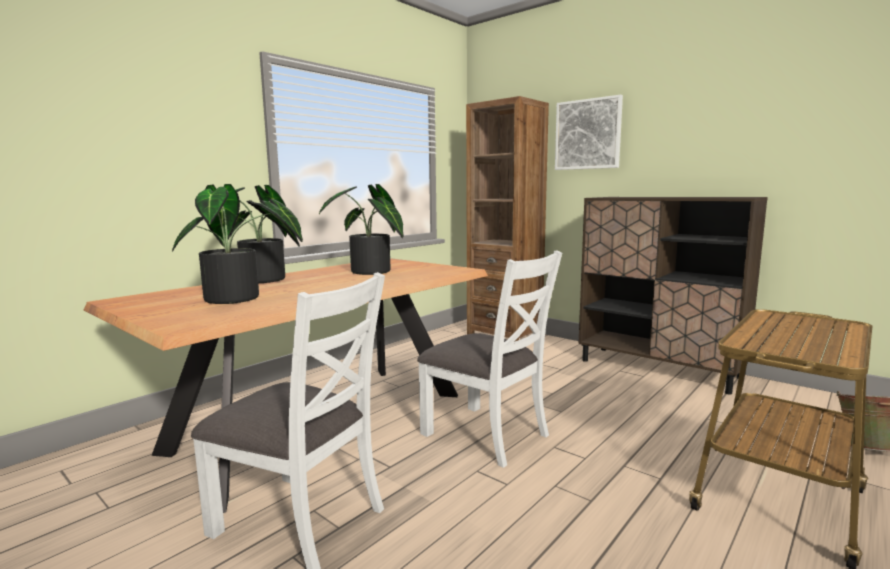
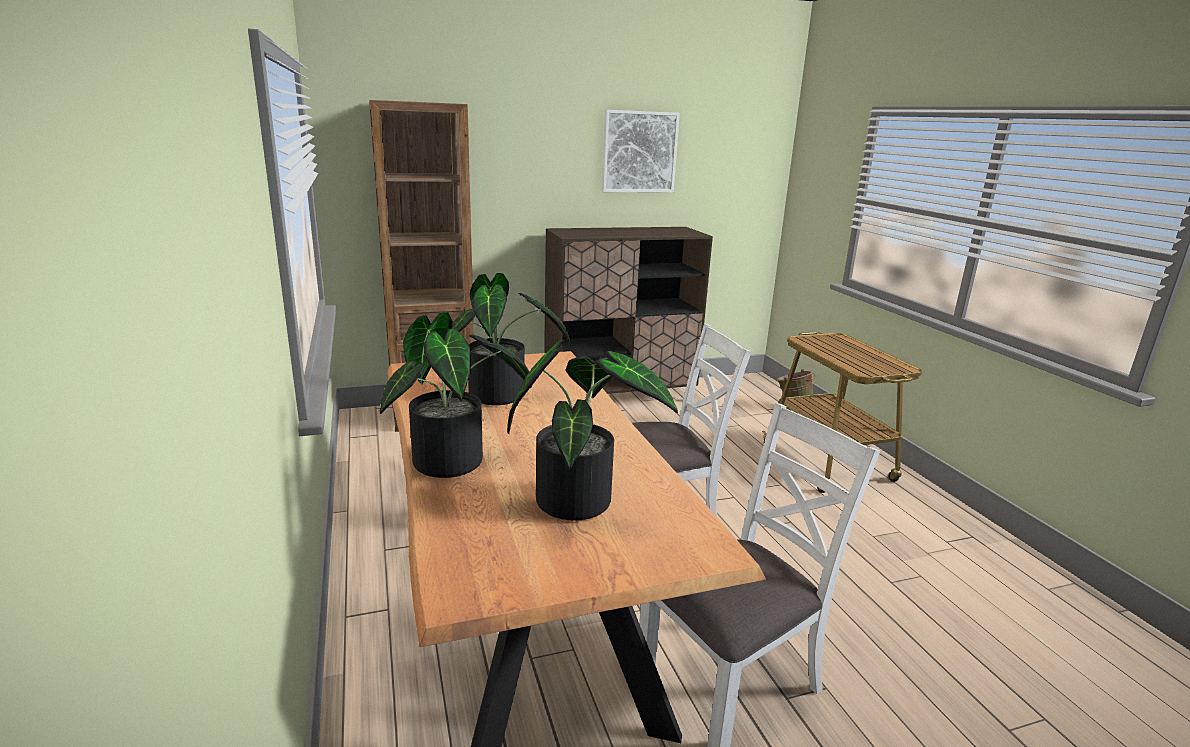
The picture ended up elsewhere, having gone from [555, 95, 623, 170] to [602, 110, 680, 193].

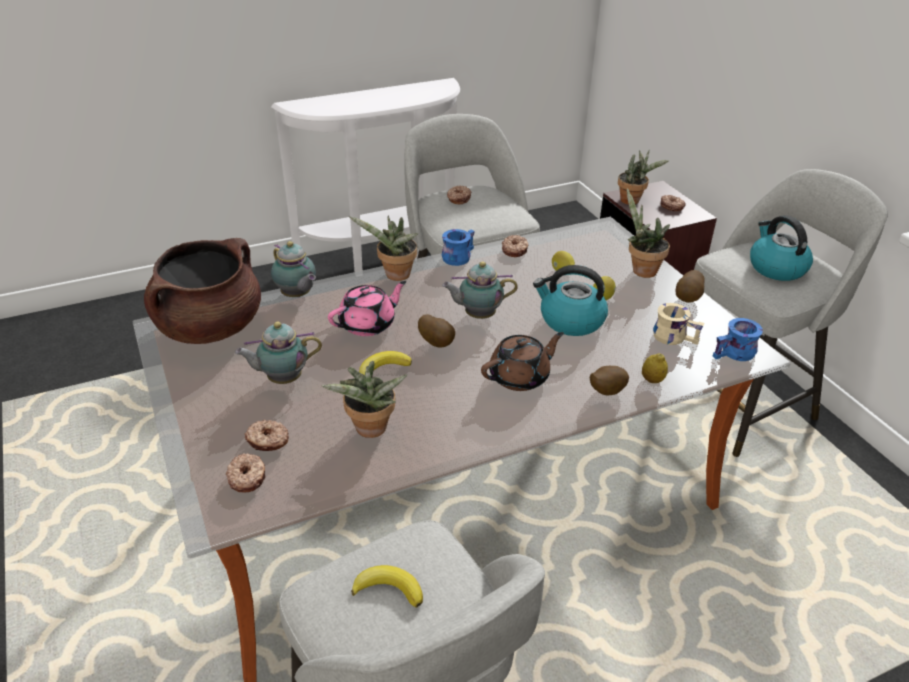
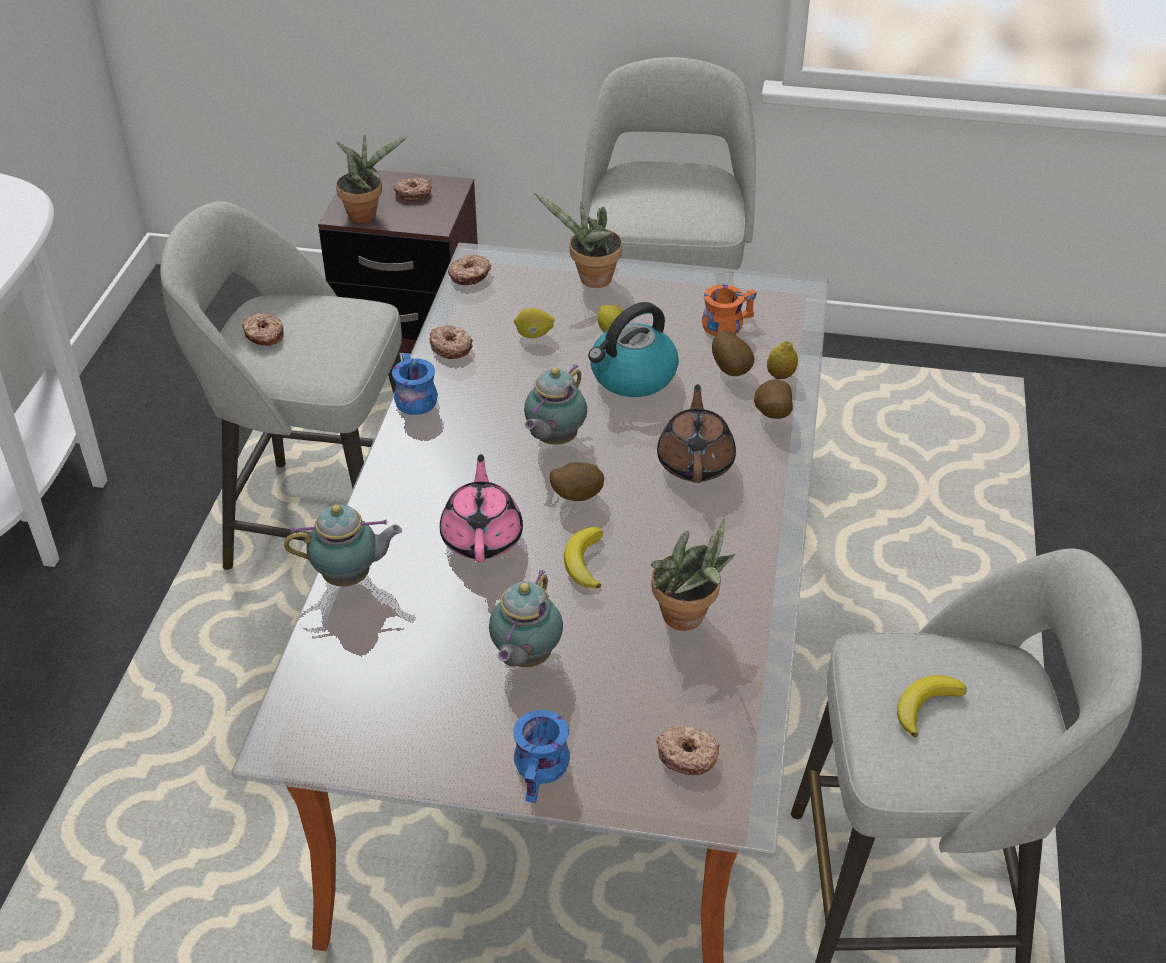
The second view lost the kettle at [750, 215, 813, 281]. The second view lost the potted plant at [349, 216, 418, 281]. The second view lost the cooking pot (brown-coloured) at [144, 238, 261, 344]. The potato ended up elsewhere, having gone from [676, 270, 705, 303] to [712, 330, 754, 376]. What was the mug (beige) at [653, 303, 704, 345] turned into the mug (orangey) at [702, 285, 757, 336]. The mug (bluish) ended up elsewhere, having gone from [713, 318, 763, 361] to [513, 710, 570, 803]. The ring doughnut ended up elsewhere, having gone from [244, 420, 289, 451] to [448, 255, 491, 285].

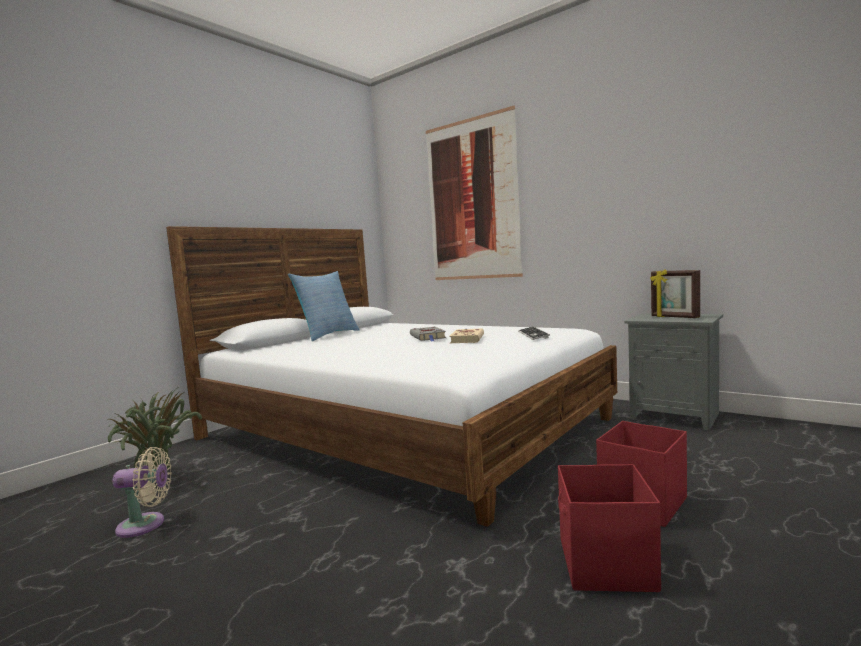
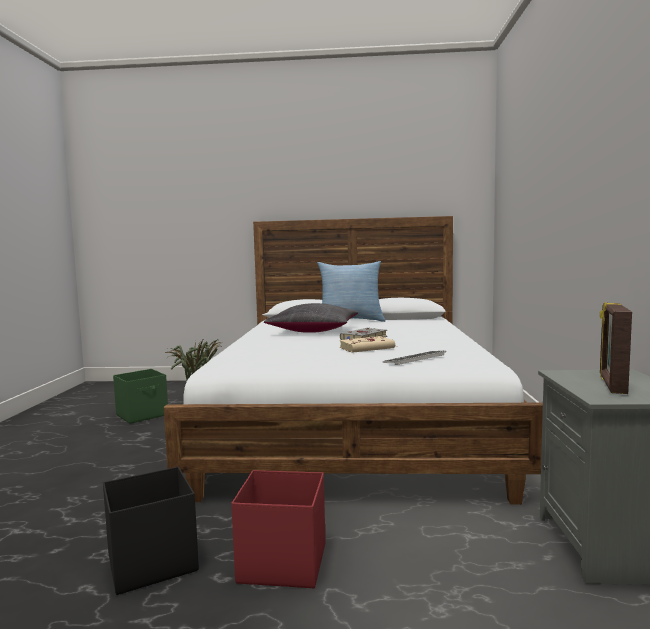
The second view lost the picture at [426, 106, 523, 280]. Where the cooling fan (beige) stood at [113, 447, 172, 538], the storage container (green-coloured) came to stand at [113, 369, 168, 424]. What was the storage container (reddish) at [558, 464, 661, 592] turned into the storage container (black-coloured) at [103, 467, 199, 595]. The second view gained the pillow (black-coloured) at [264, 303, 358, 333].

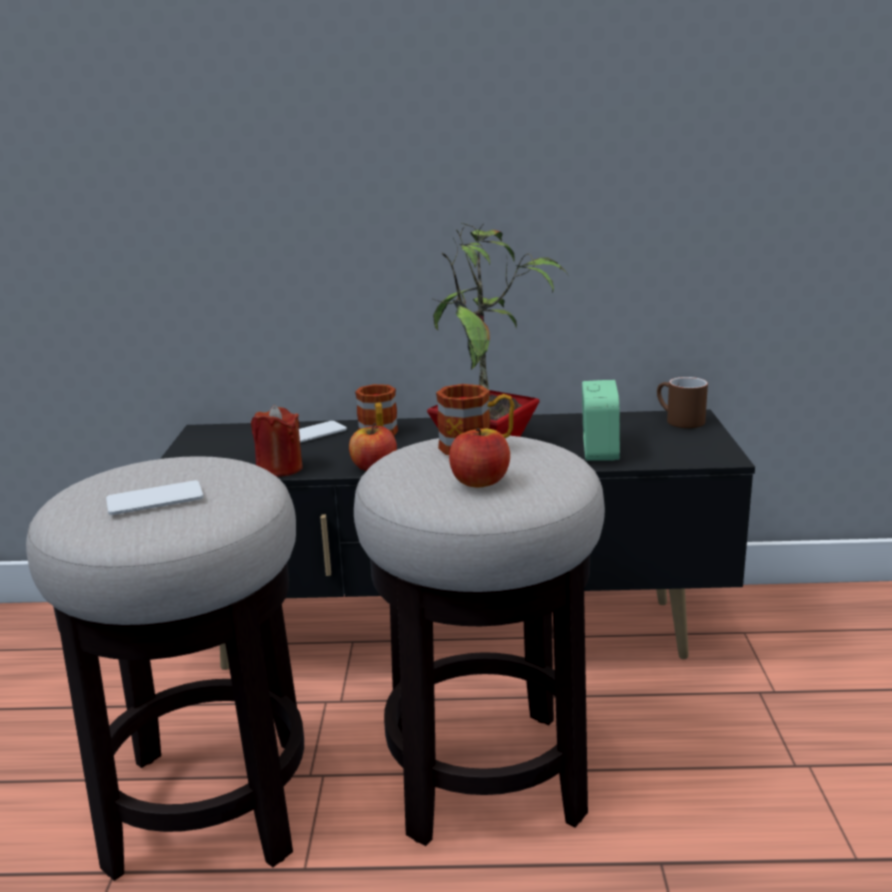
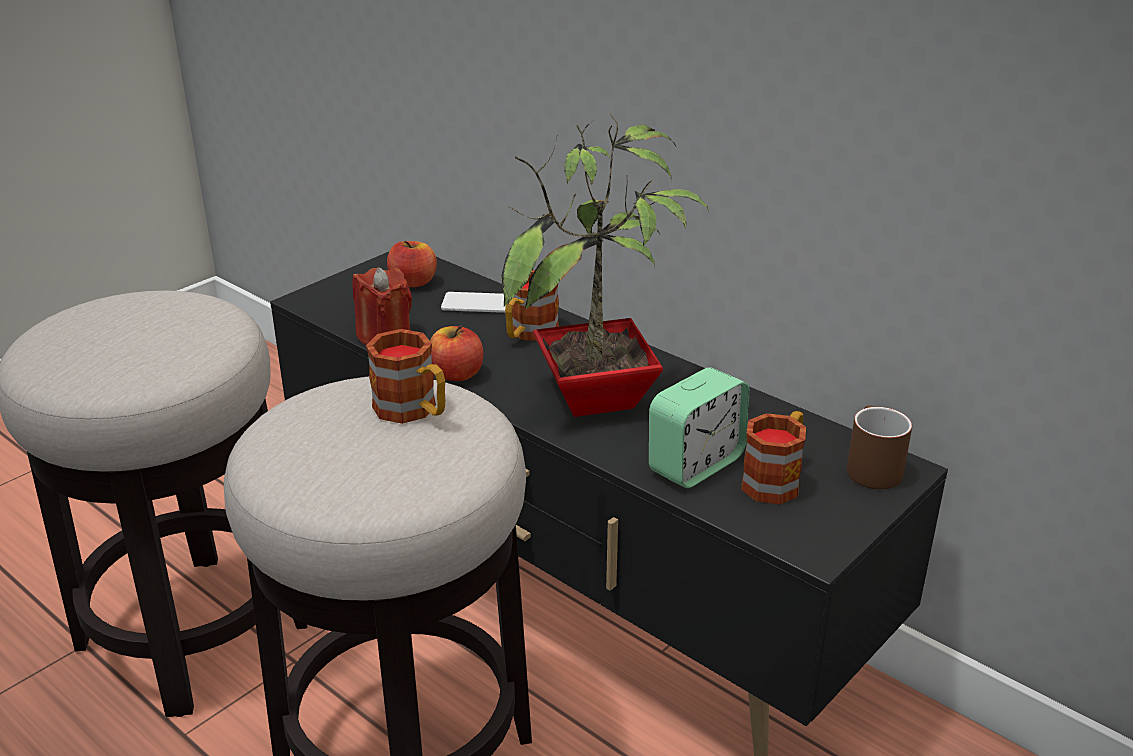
The apple ended up elsewhere, having gone from [449, 428, 510, 488] to [387, 241, 437, 287]. The second view lost the telephone at [106, 480, 204, 515]. The second view gained the mug at [741, 411, 806, 504].

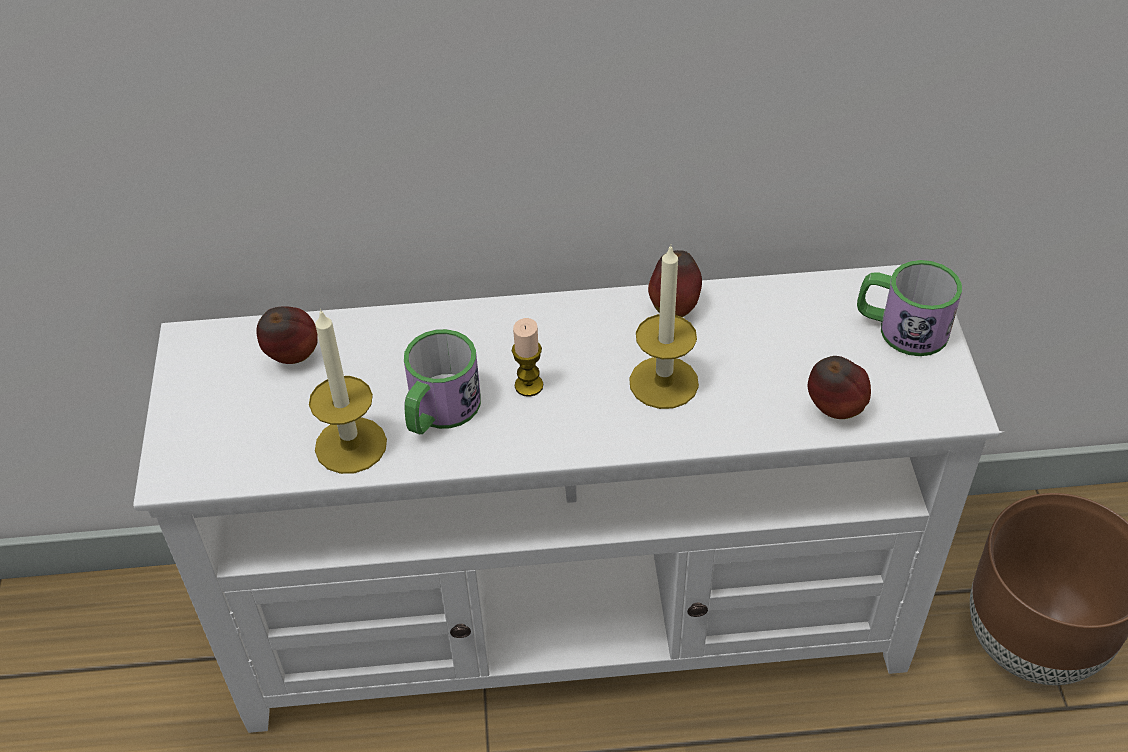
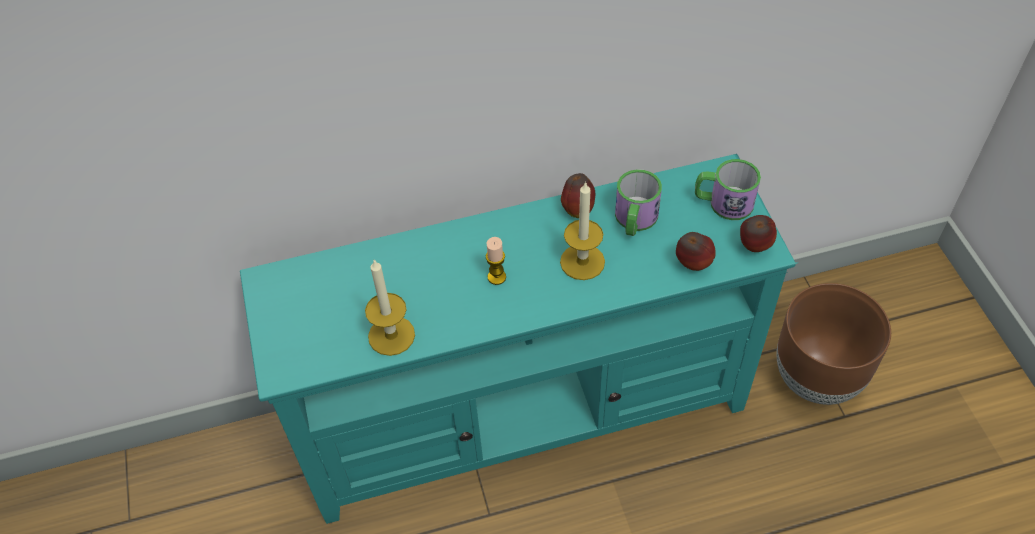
What was the media console (white) at [133, 262, 1003, 733] turned into the media console (turquoise-coloured) at [240, 154, 797, 524]. The apple ended up elsewhere, having gone from [256, 306, 318, 364] to [740, 215, 777, 252]. The mug ended up elsewhere, having gone from [404, 329, 481, 434] to [615, 169, 662, 236].

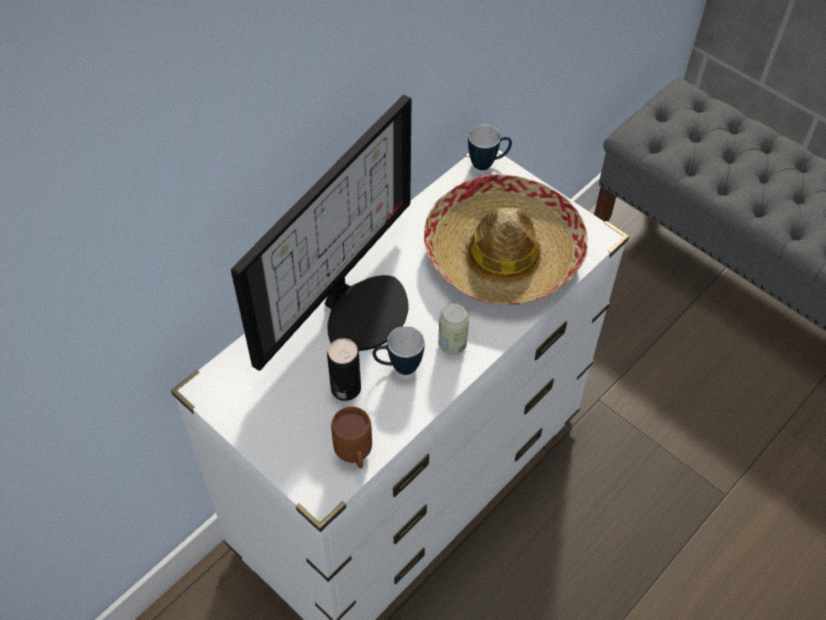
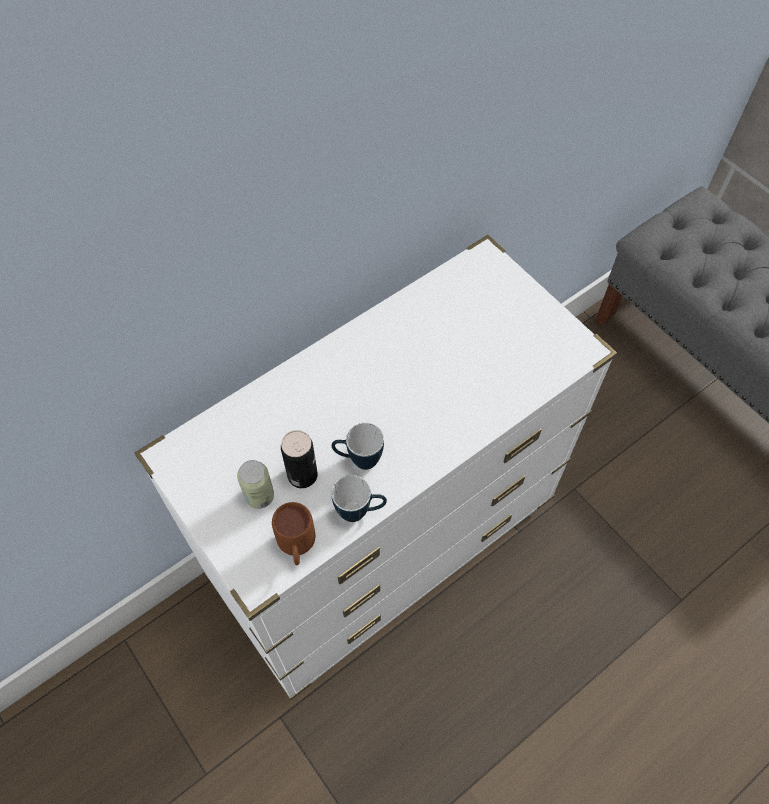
The second view lost the computer display at [231, 95, 412, 371]. The mug ended up elsewhere, having gone from [468, 125, 512, 170] to [332, 475, 387, 522]. The second view lost the clothing hat at [424, 174, 588, 305]. The metal can ended up elsewhere, having gone from [438, 303, 469, 355] to [237, 460, 274, 509].

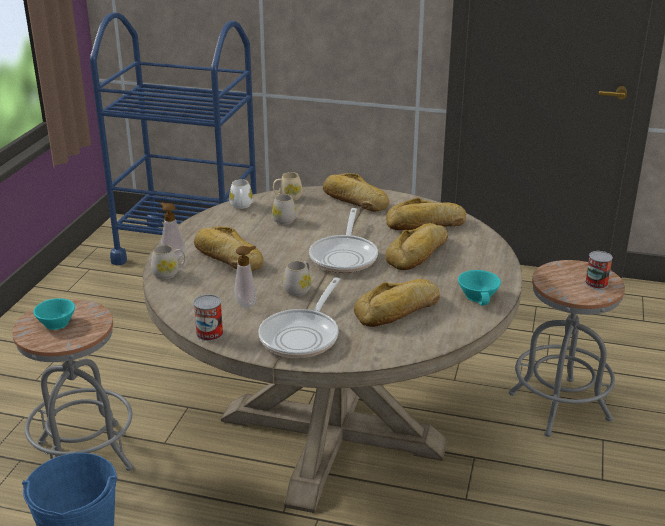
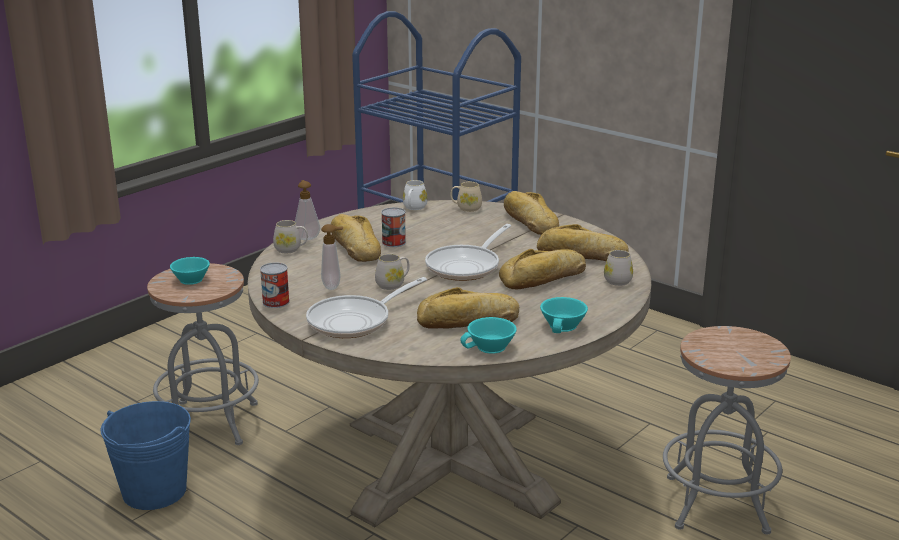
The mug (white) ended up elsewhere, having gone from [272, 194, 296, 225] to [604, 250, 633, 286]. The metal can ended up elsewhere, having gone from [585, 251, 613, 289] to [381, 207, 406, 247]. The second view gained the drinking cup (turquoise-coloured) at [460, 317, 517, 354].

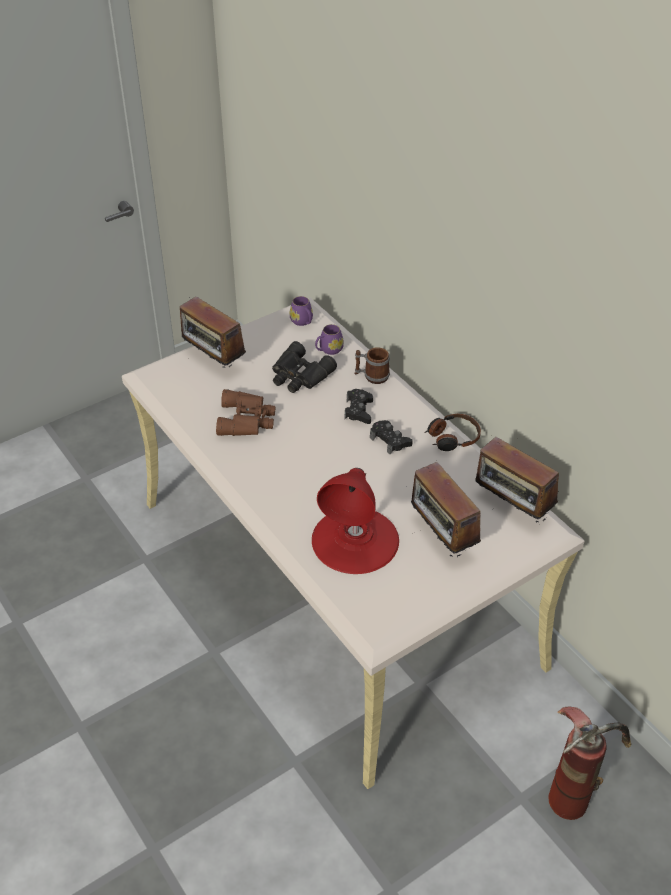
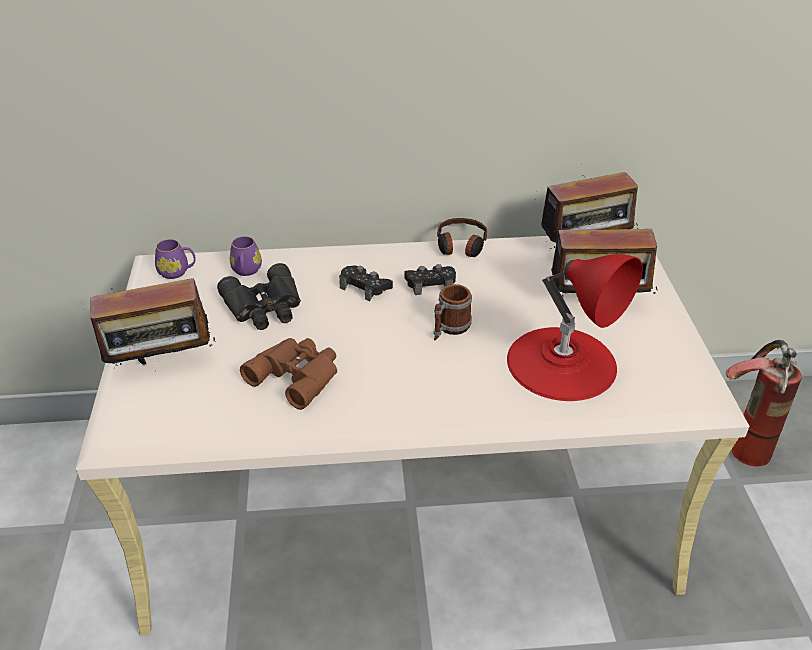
The mug ended up elsewhere, having gone from [354, 347, 390, 384] to [434, 284, 472, 341].

